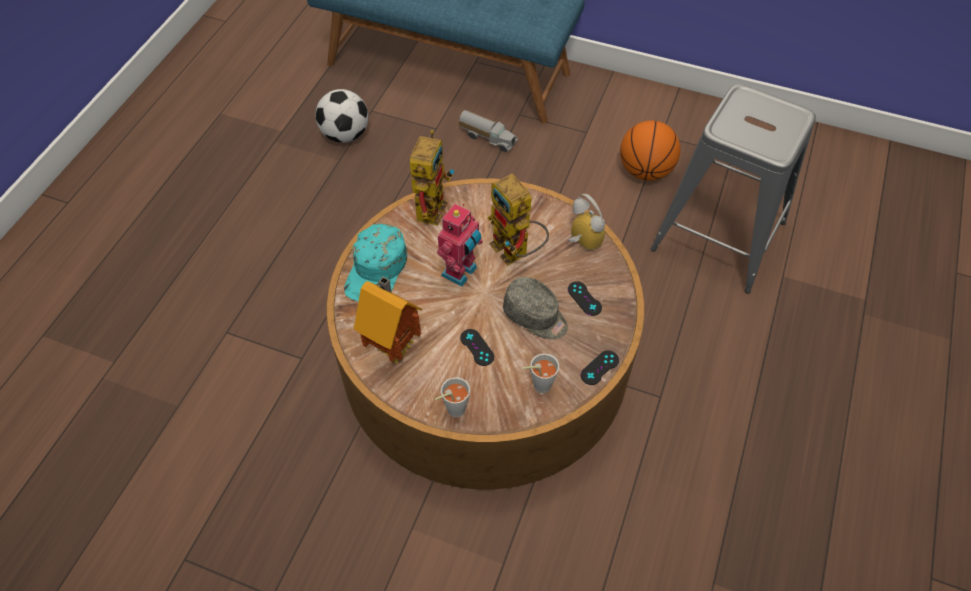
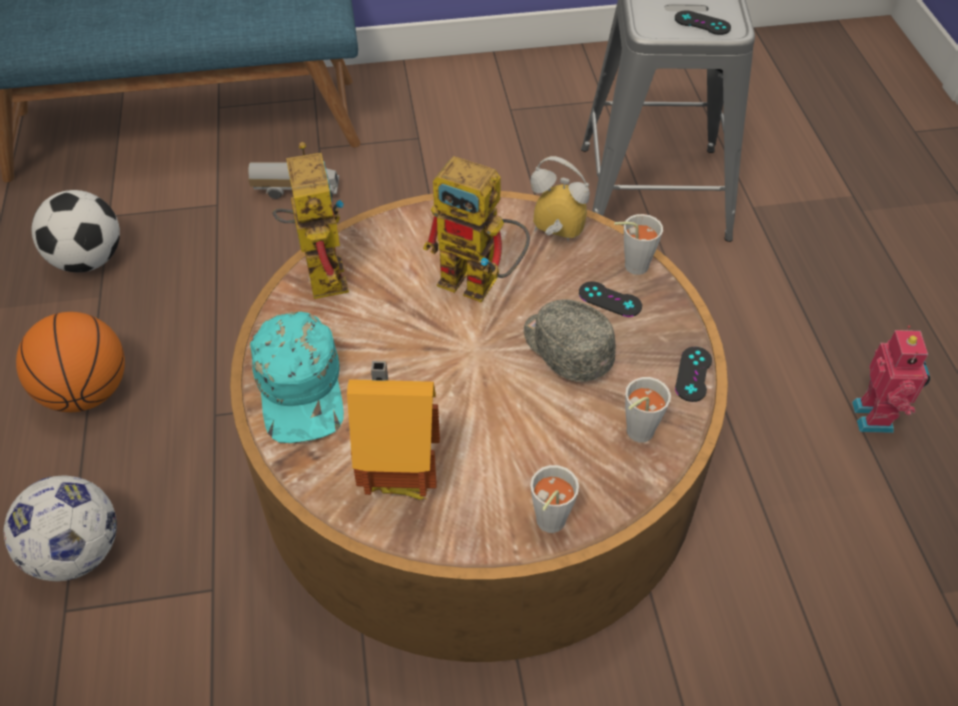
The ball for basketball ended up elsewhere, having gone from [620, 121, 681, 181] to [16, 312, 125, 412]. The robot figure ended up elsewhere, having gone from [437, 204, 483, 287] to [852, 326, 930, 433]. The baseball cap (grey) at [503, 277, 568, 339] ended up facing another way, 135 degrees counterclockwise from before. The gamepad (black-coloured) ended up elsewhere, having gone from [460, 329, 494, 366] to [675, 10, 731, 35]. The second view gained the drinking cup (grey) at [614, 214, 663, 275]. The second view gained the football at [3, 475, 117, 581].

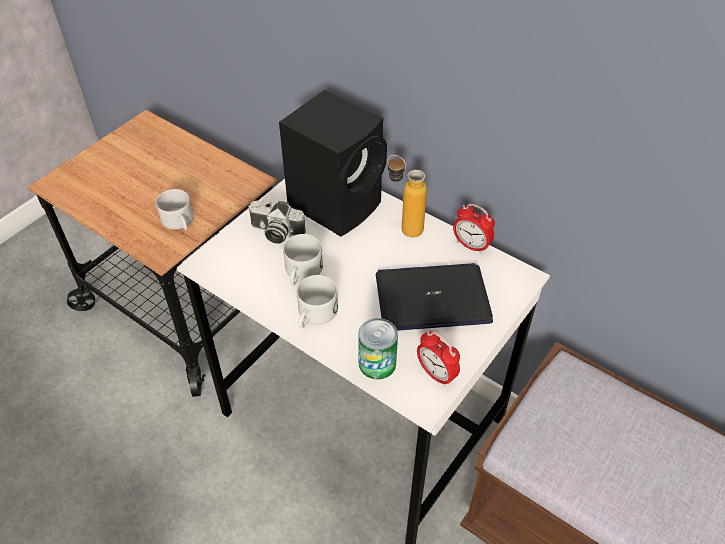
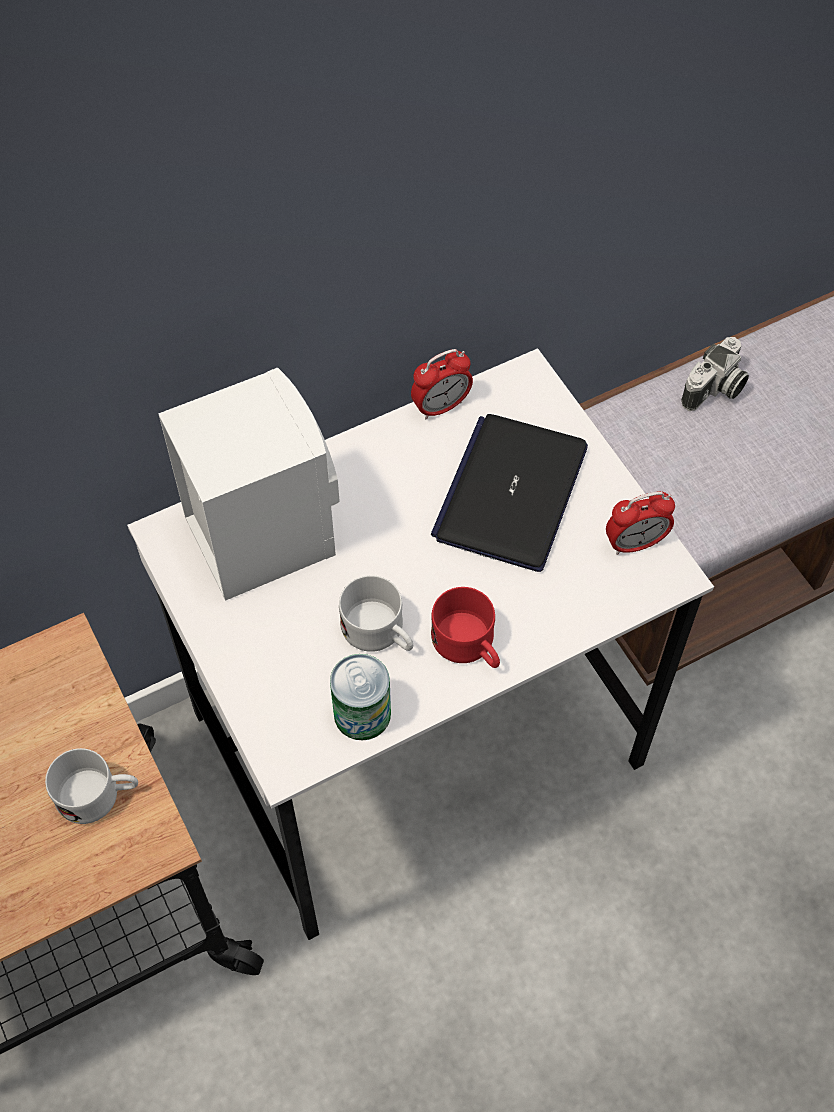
What was the audio speaker (black-coloured) at [279, 90, 387, 237] turned into the audio speaker (white) at [158, 368, 340, 601]. The second view lost the beverage bottle at [387, 155, 427, 237]. The still camera ended up elsewhere, having gone from [248, 201, 306, 244] to [681, 337, 749, 411]. What was the mug (white) at [297, 275, 338, 328] turned into the mug (reddish) at [431, 587, 500, 668]. The metal can ended up elsewhere, having gone from [358, 318, 398, 379] to [330, 654, 391, 740].

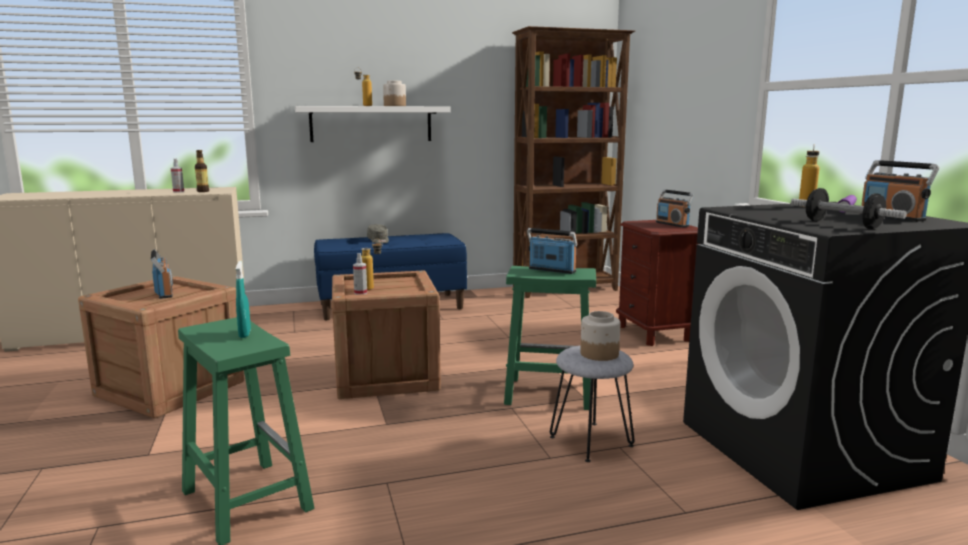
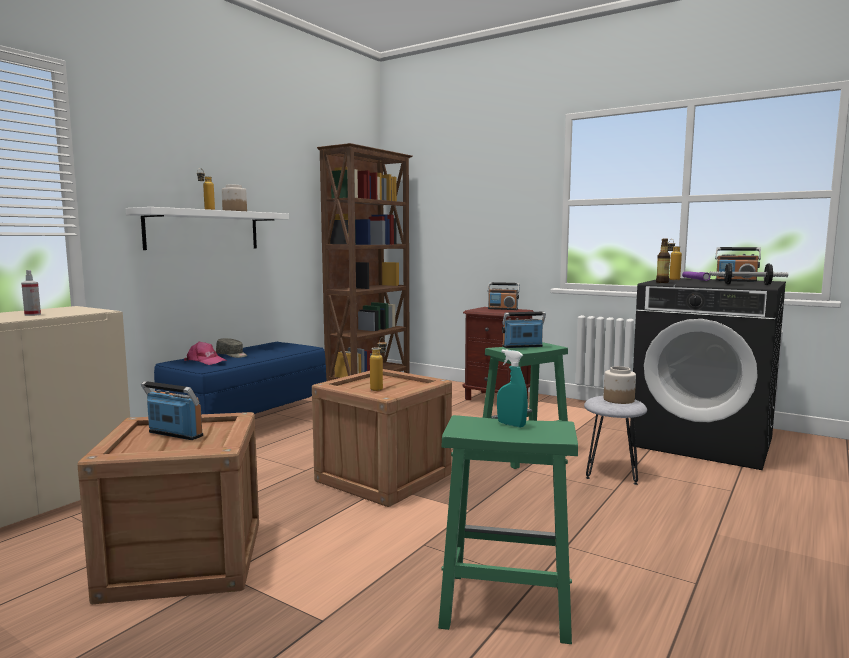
The beverage bottle ended up elsewhere, having gone from [195, 150, 209, 192] to [656, 239, 670, 283]. The second view lost the sprayer at [353, 253, 367, 295]. The second view gained the baseball cap (pinkish) at [184, 342, 227, 365].

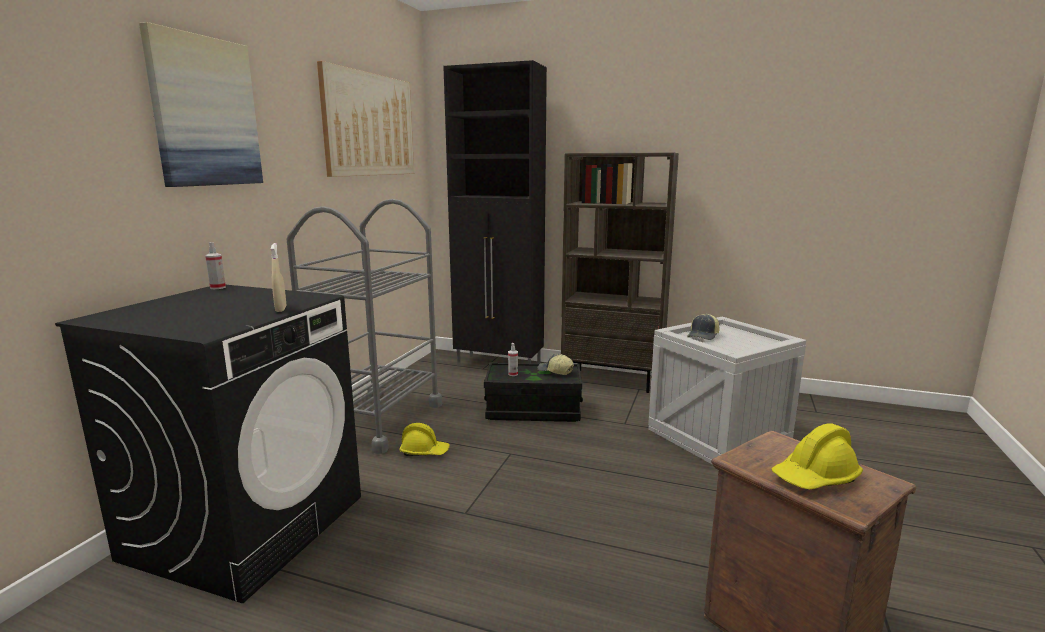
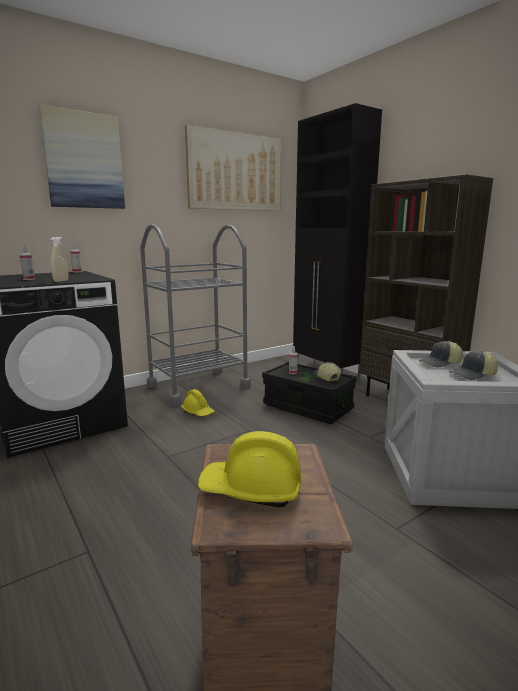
The second view gained the sprayer at [19, 245, 35, 280]. The second view gained the baseball cap at [449, 350, 498, 380].

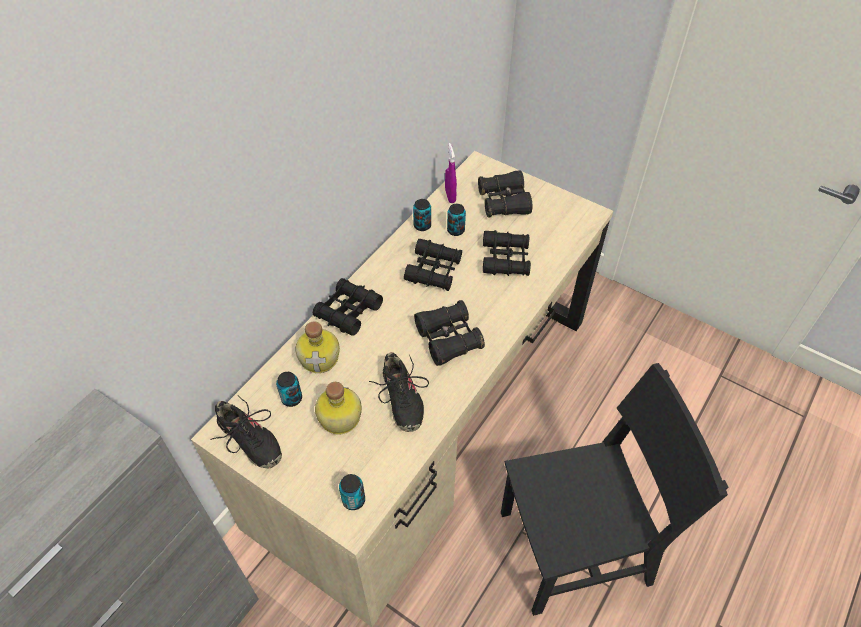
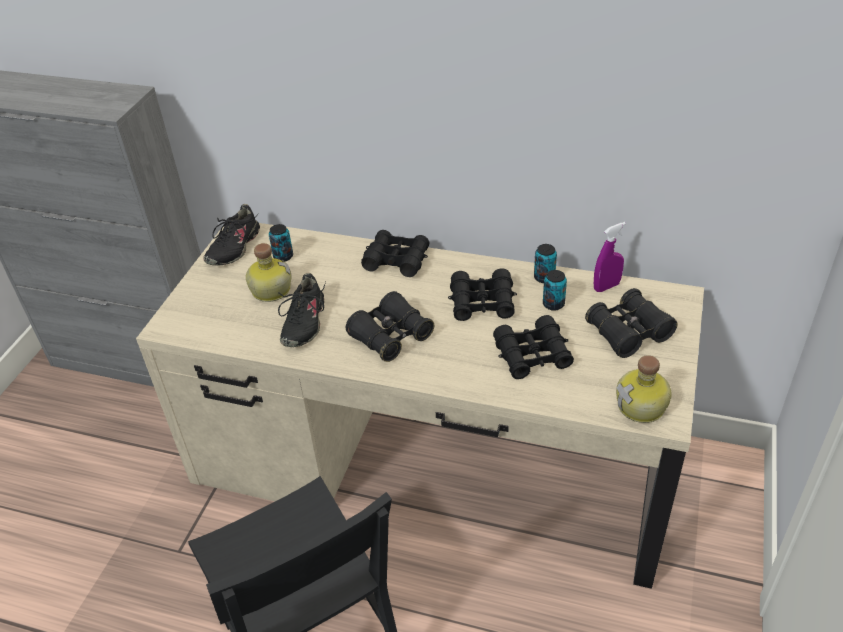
The beverage bottle ended up elsewhere, having gone from [295, 321, 340, 373] to [616, 355, 672, 423]. The shoe (black-coloured) at [369, 352, 429, 432] ended up facing another way, 45 degrees counterclockwise from before. The second view lost the metal can at [339, 474, 365, 510].

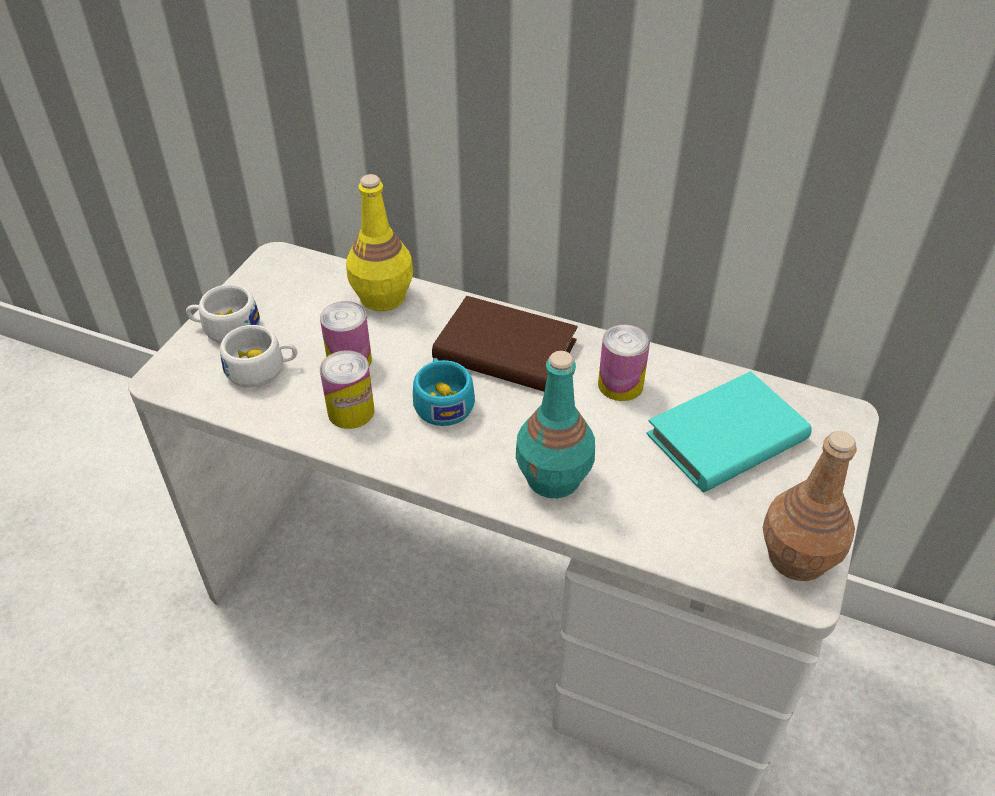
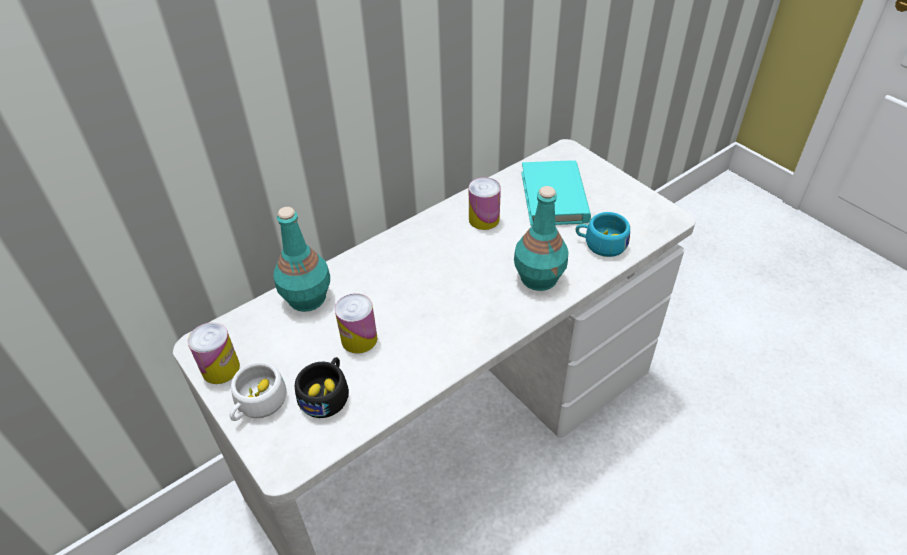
What was the beverage bottle (yellow-coloured) at [346, 174, 413, 311] turned into the beverage bottle (turquoise-coloured) at [273, 207, 330, 312]. The second view lost the bound book (brown-coloured) at [432, 296, 578, 391]. What was the drinking cup (white) at [220, 325, 297, 388] turned into the drinking cup (black-coloured) at [295, 357, 349, 418]. The metal can ended up elsewhere, having gone from [320, 350, 374, 429] to [188, 322, 240, 384]. The drinking cup (turquoise-coloured) ended up elsewhere, having gone from [413, 358, 475, 426] to [576, 212, 630, 257]. The second view lost the beverage bottle (brown-coloured) at [763, 431, 857, 581].

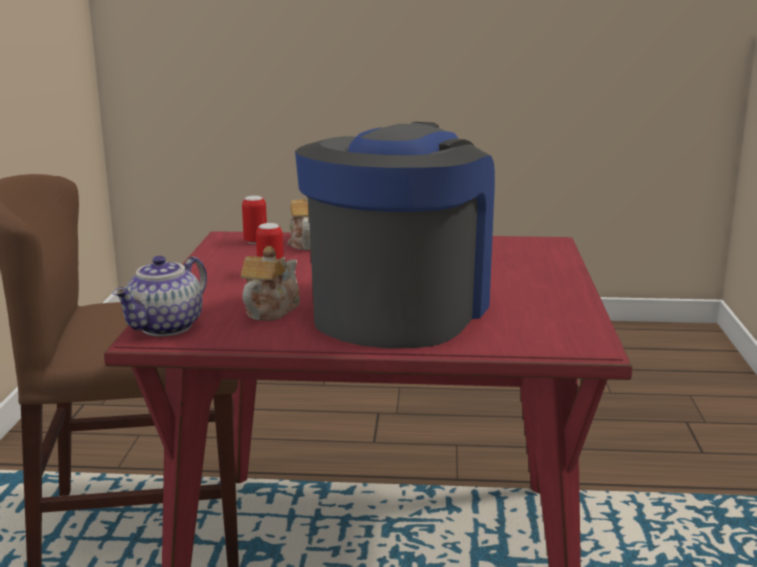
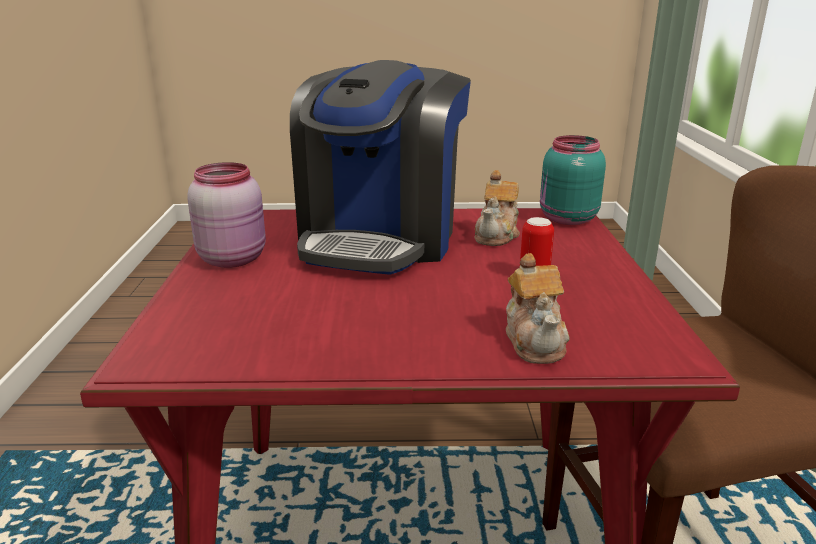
The second view lost the metal can at [242, 196, 267, 244]. Where the pot for tea stood at [112, 256, 207, 337], the preserve jar (turquoise-coloured) came to stand at [540, 135, 606, 225]. The second view gained the preserve jar (pinkish) at [187, 162, 266, 268].

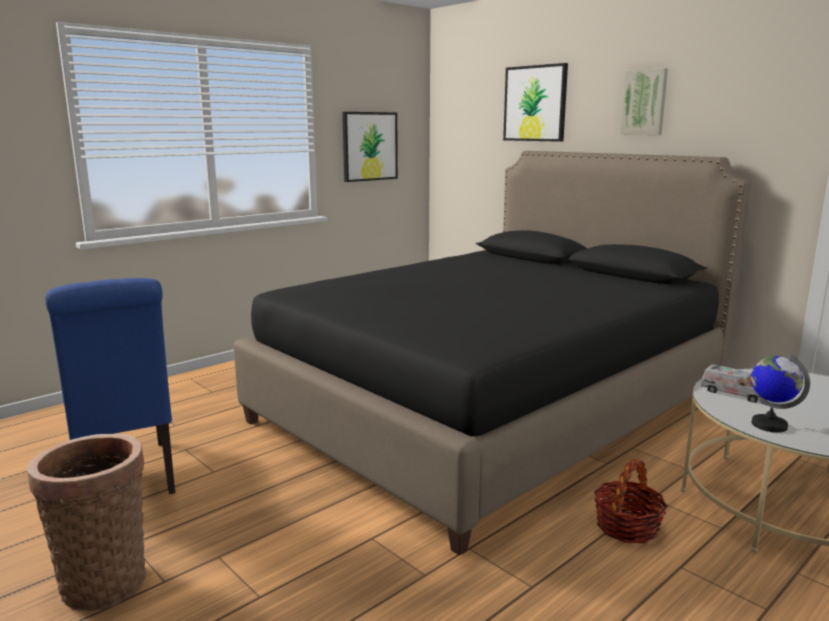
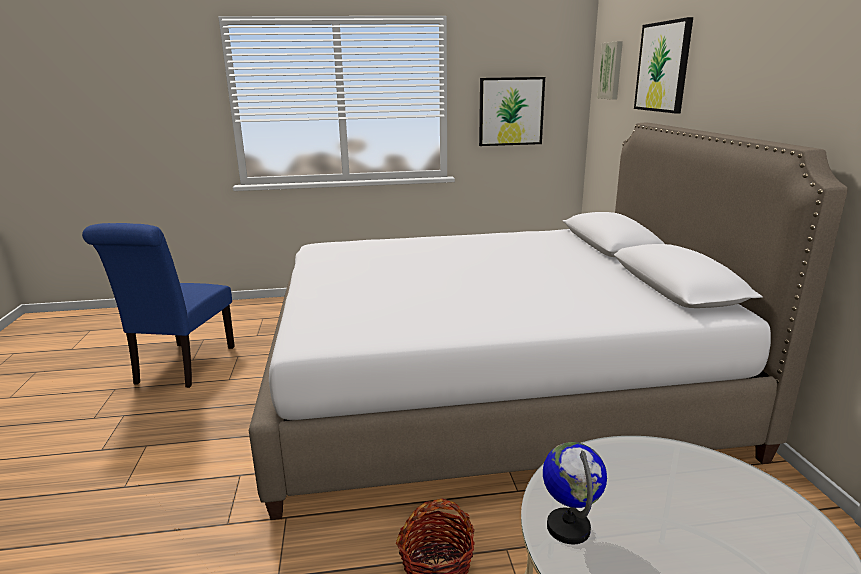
The picture ended up elsewhere, having gone from [620, 68, 668, 135] to [597, 41, 623, 100]. What was the bed (black-coloured) at [234, 151, 752, 556] turned into the bed (white) at [249, 123, 848, 520]. The second view lost the toy lorry at [701, 365, 761, 403]. The second view lost the storage basket at [27, 434, 147, 611].

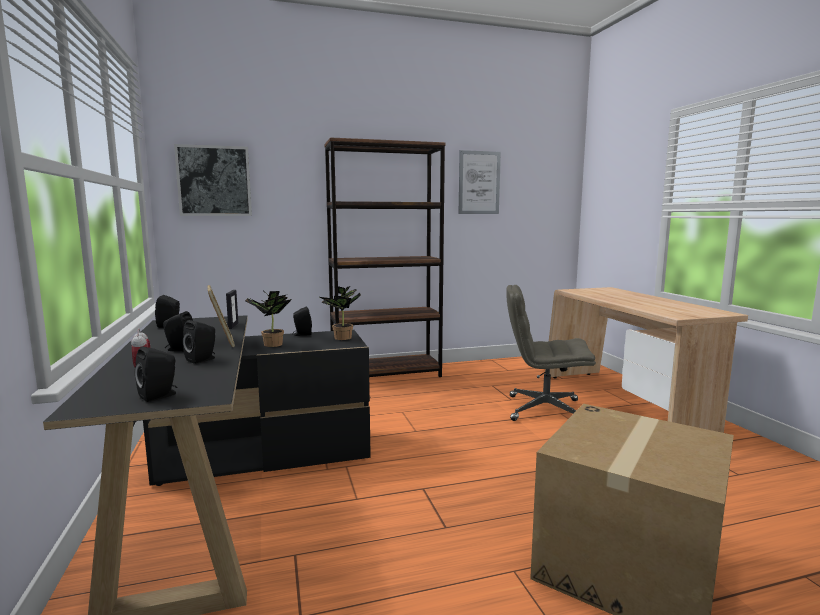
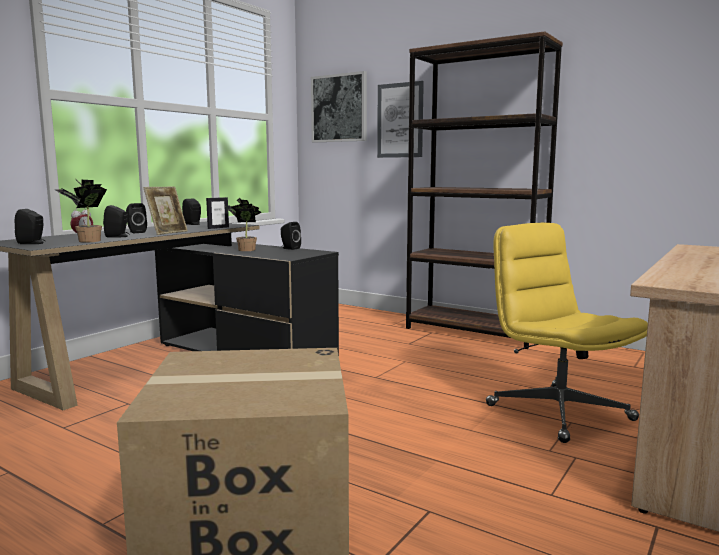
The picture ended up elsewhere, having gone from [459, 150, 501, 214] to [377, 81, 424, 158]. What was the desk chair (grey) at [506, 285, 596, 421] turned into the desk chair (yellow-coloured) at [486, 223, 648, 443]. The potted plant ended up elsewhere, having gone from [320, 286, 361, 340] to [55, 178, 107, 242].

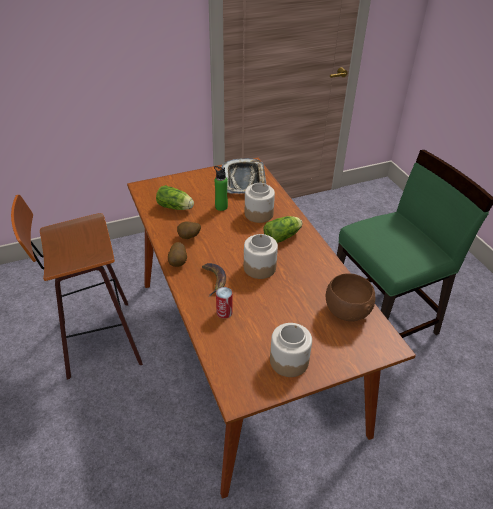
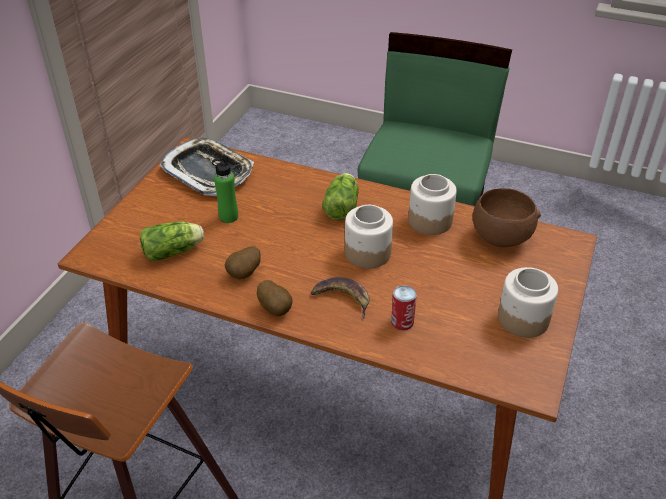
The preserve jar ended up elsewhere, having gone from [245, 183, 275, 223] to [408, 174, 457, 235].

